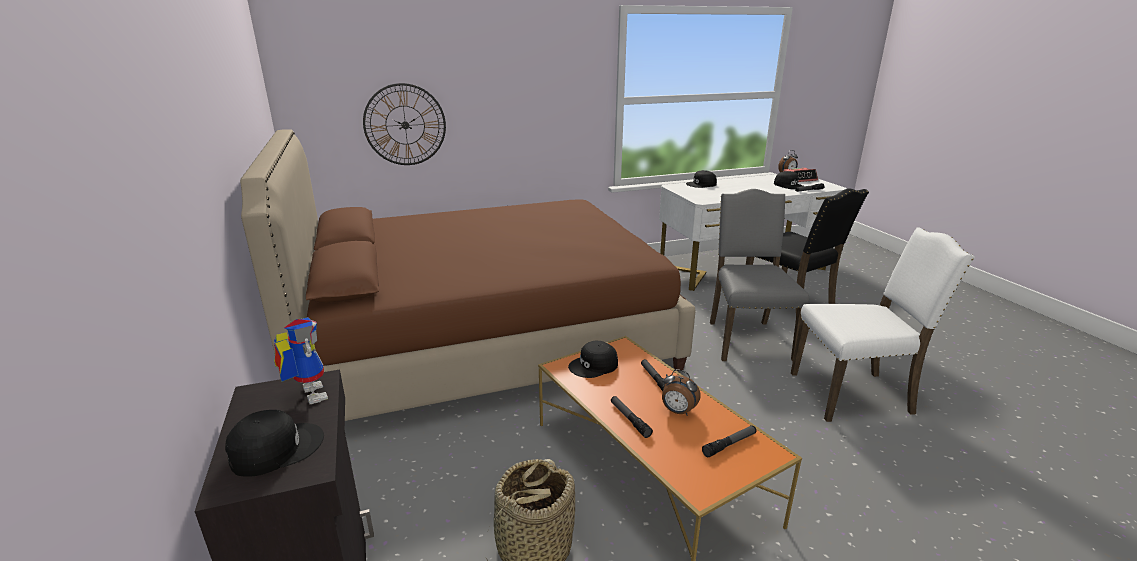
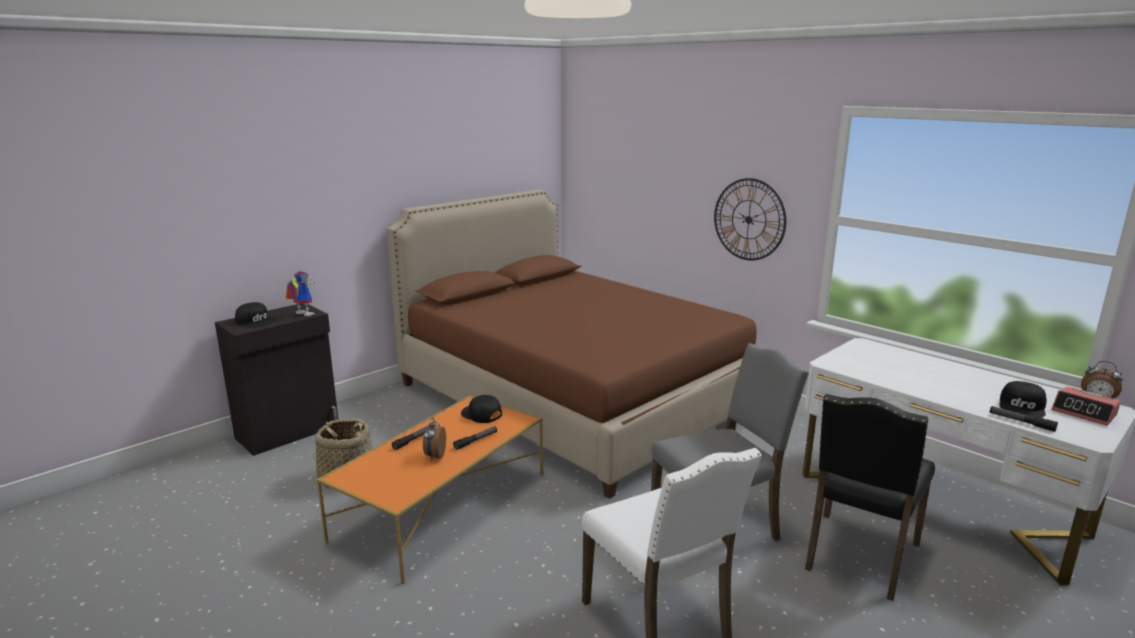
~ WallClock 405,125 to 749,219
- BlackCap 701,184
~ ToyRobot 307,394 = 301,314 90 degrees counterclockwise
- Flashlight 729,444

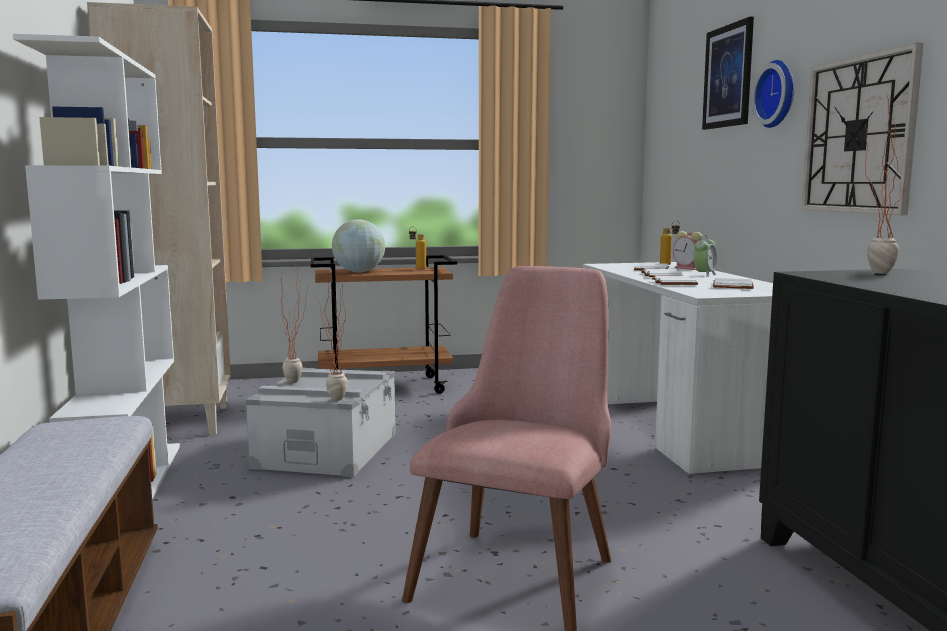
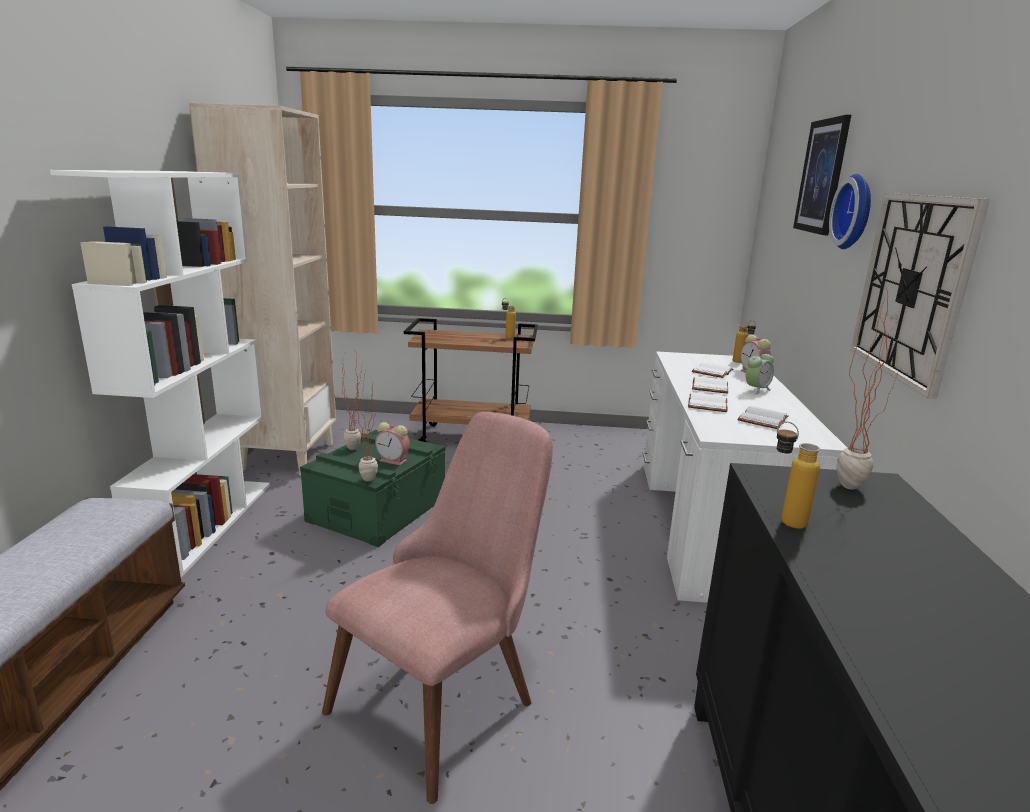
- Globe 359,272
~ GreyStorageBox 327,450 to GreenStorageBox 377,509
+ Bottle 783,519
+ AlarmClock 394,461

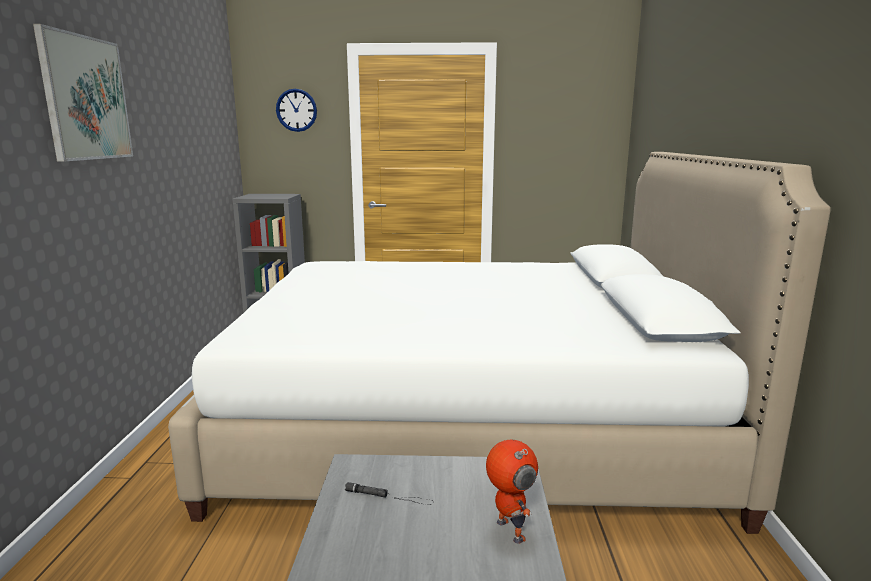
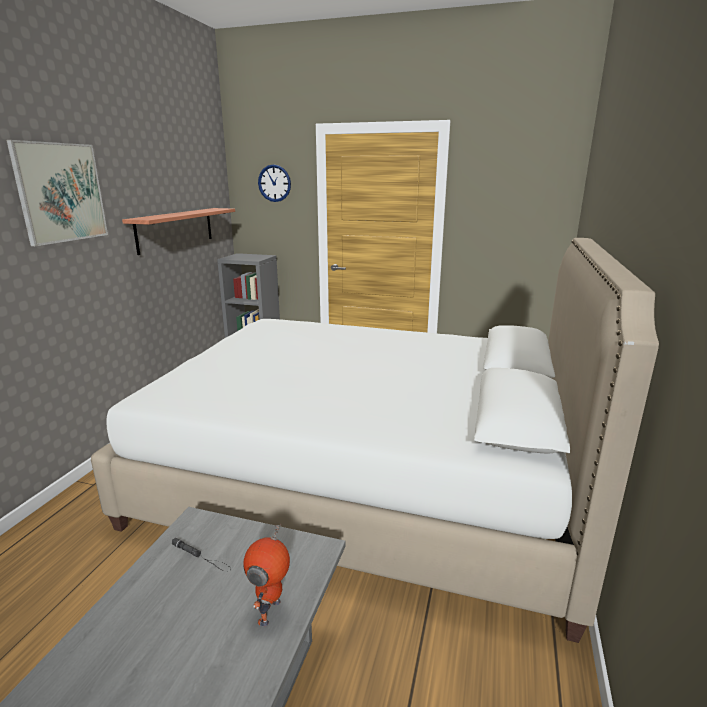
~ ToyRobot 508,531 = 271,612 150 degrees counterclockwise
+ Shelf 176,229

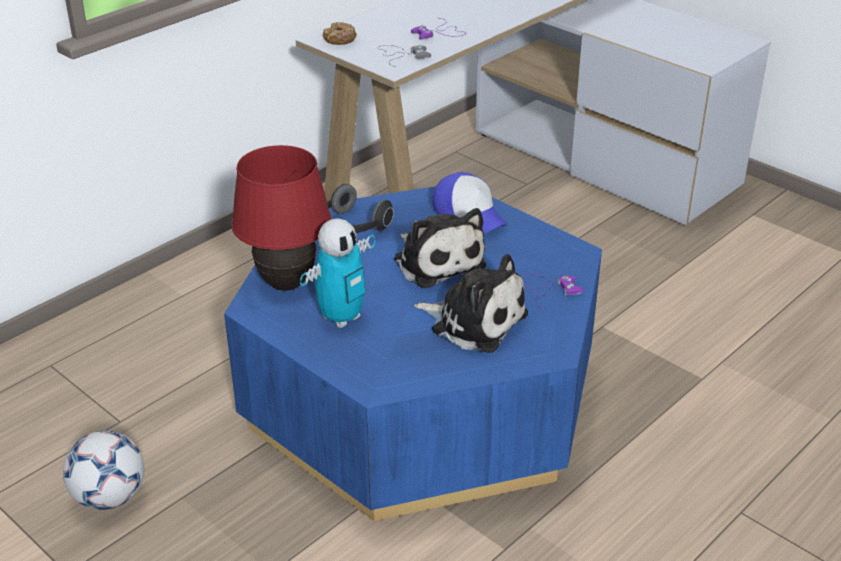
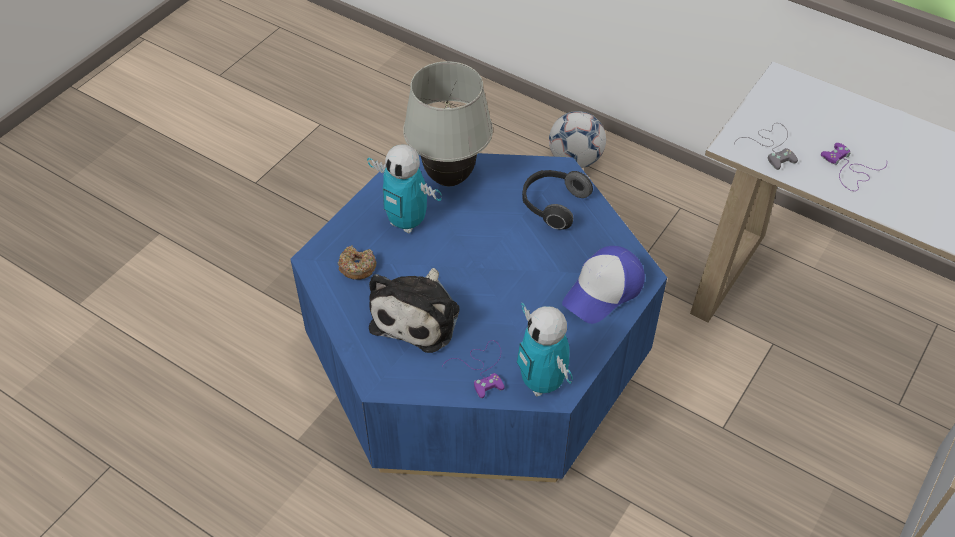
~ Donut 340,39 to 357,267
~ RedTableLamp 286,284 to WhiteTableLamp 448,178
- PlushToy 437,261
~ Football 110,497 to 575,160
+ ToyRobot 542,383

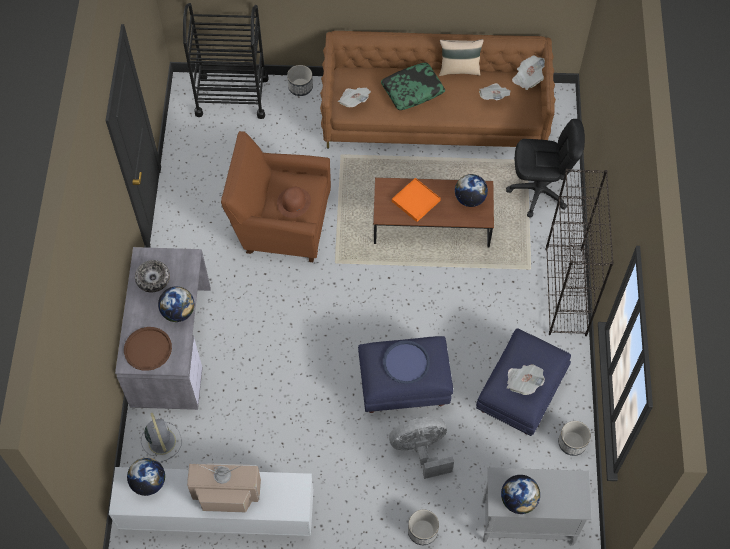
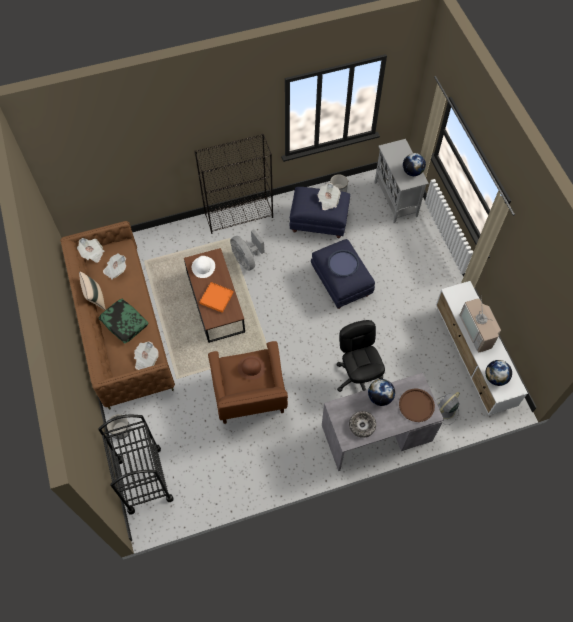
~ BlackOfficeChair 538,192 to 357,377
~ Globe 469,199 to WhiteHat 203,267
~ GreyFan 421,450 to 246,259
- Planter 422,531

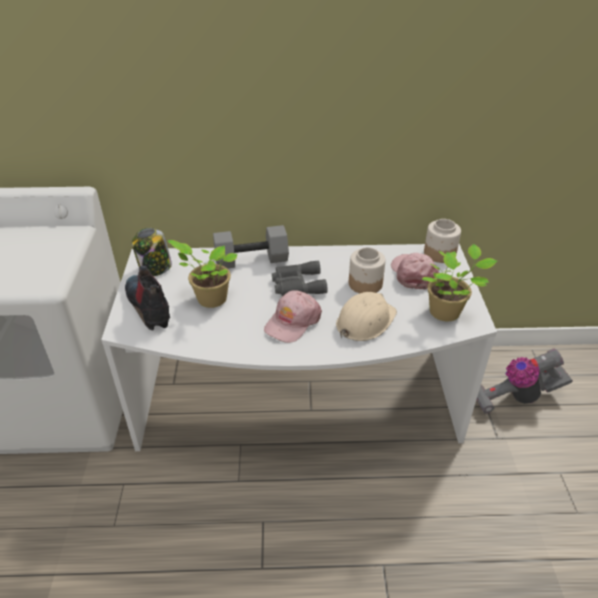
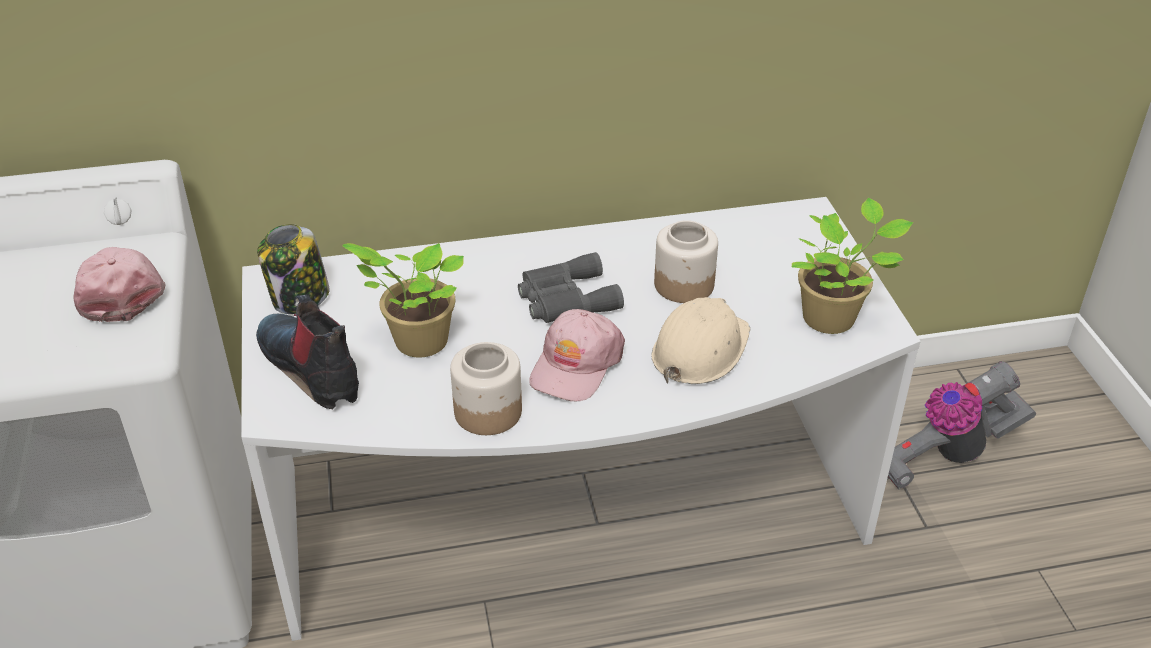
~ Jar 439,253 to 487,412
- GreyDumbbell 251,261
~ PinkCap 413,274 to 119,290

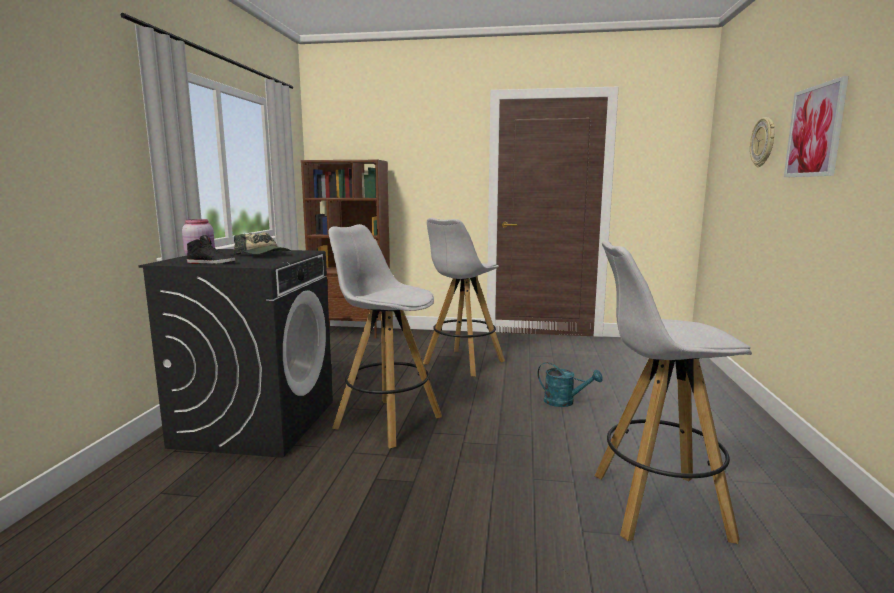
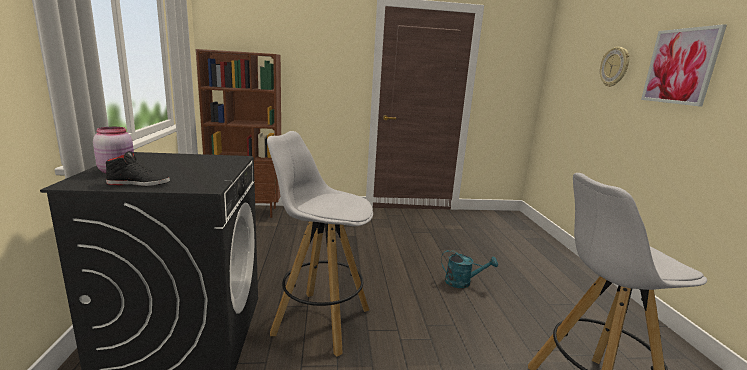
- WhiteStool 463,363
- Cap 263,254

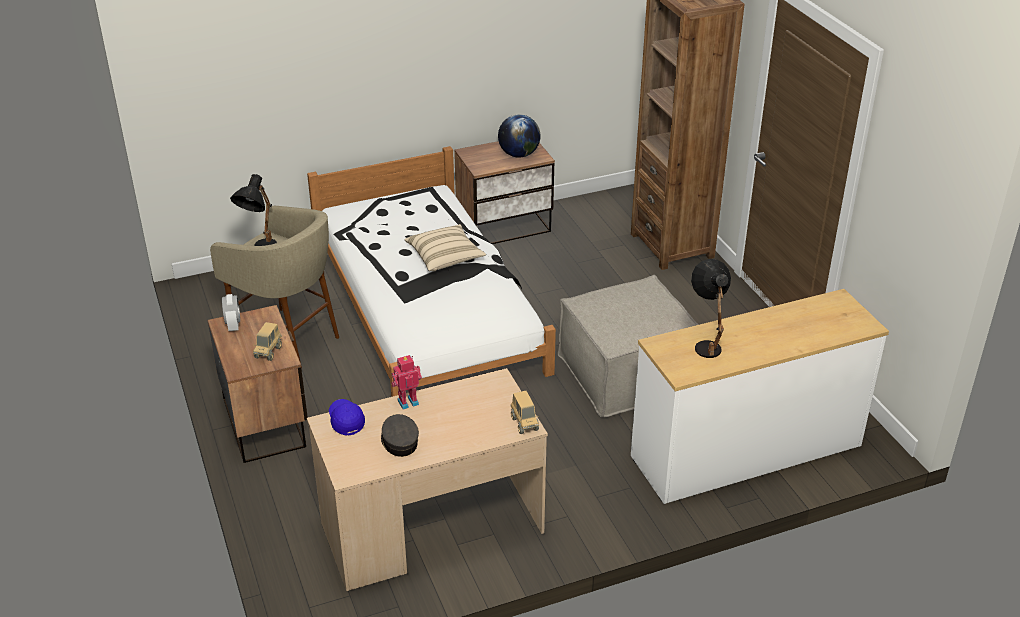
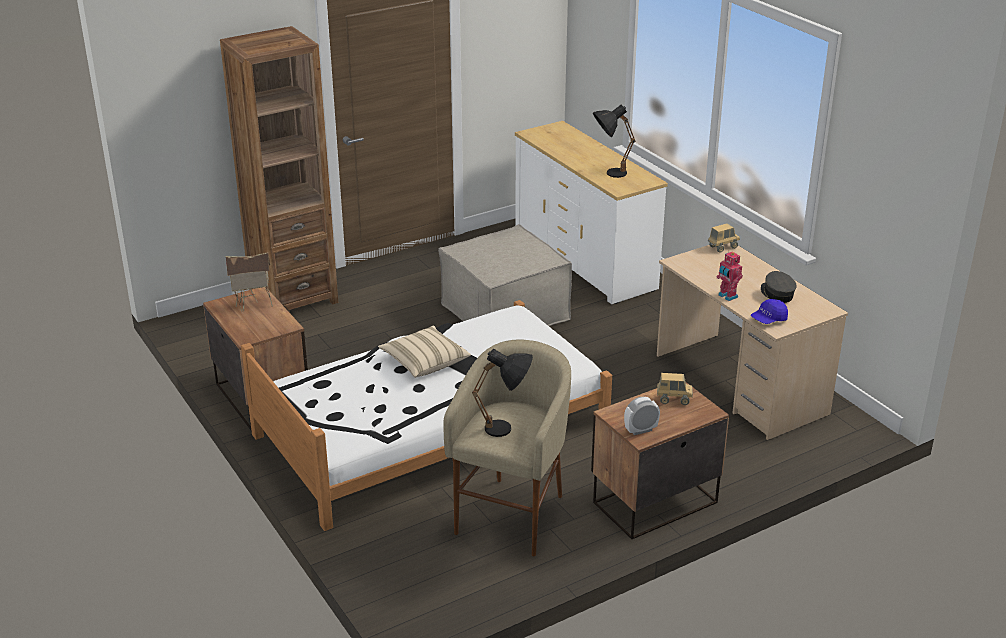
~ Globe 519,154 to ToyHouse 253,306
~ GreyCap 399,441 = 776,293 105 degrees clockwise

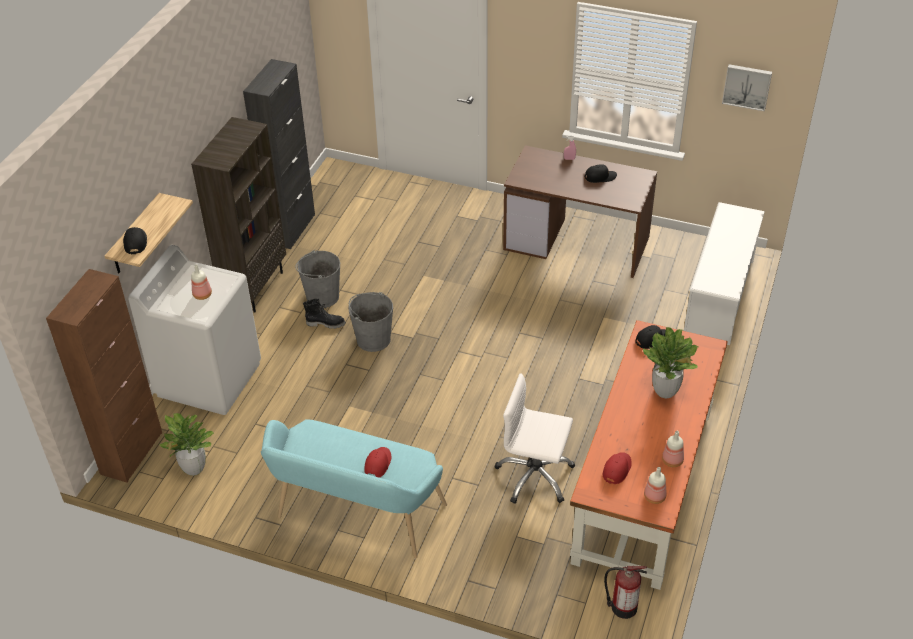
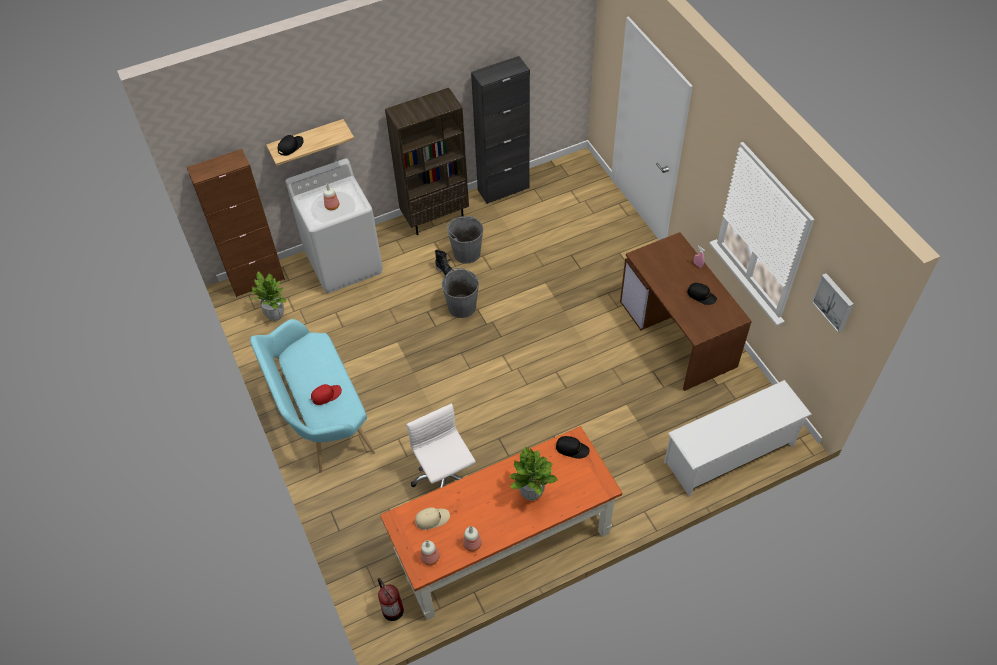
~ RedCap 617,469 to BeigeCap 432,519

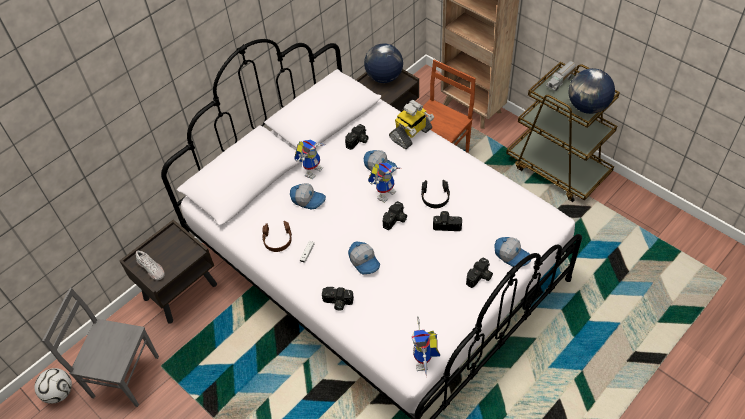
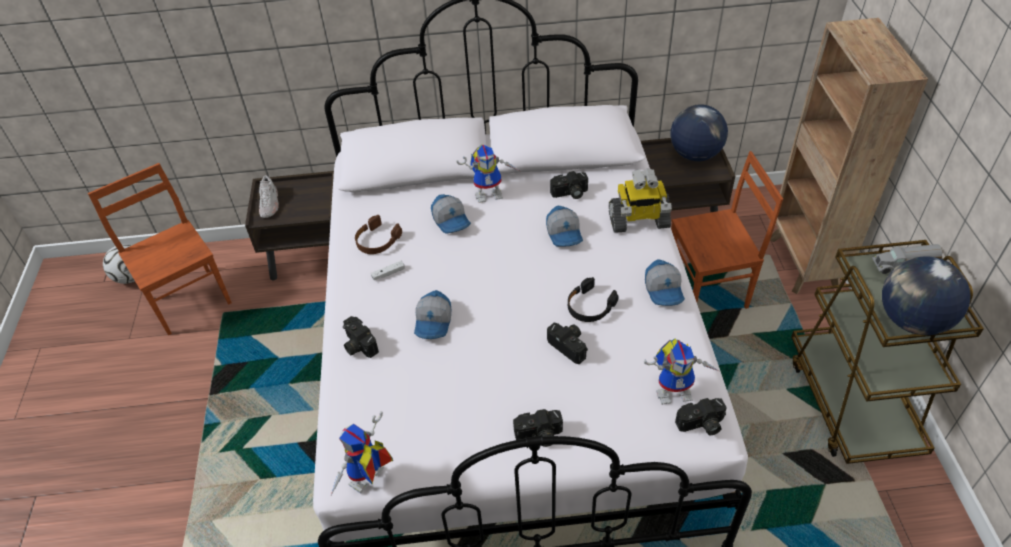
~ ToyRobot 385,192 to 675,391
~ PhotoCamera 396,220 to 701,425
~ Cap 512,255 to 664,290
~ GreyChair 125,375 to BrownChair 189,299

